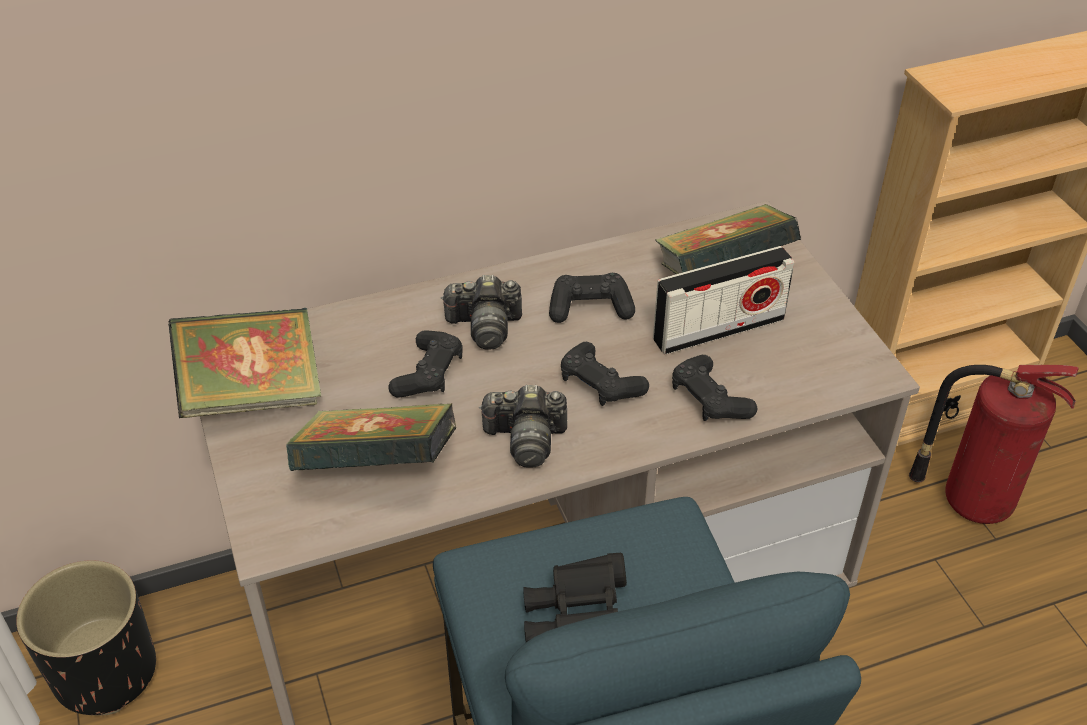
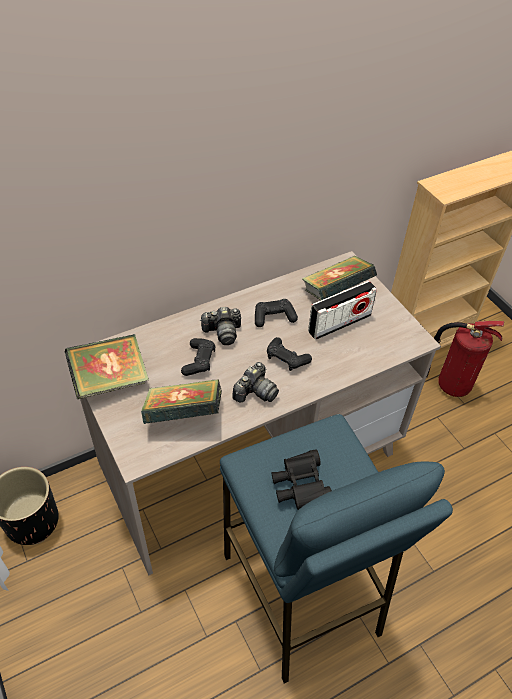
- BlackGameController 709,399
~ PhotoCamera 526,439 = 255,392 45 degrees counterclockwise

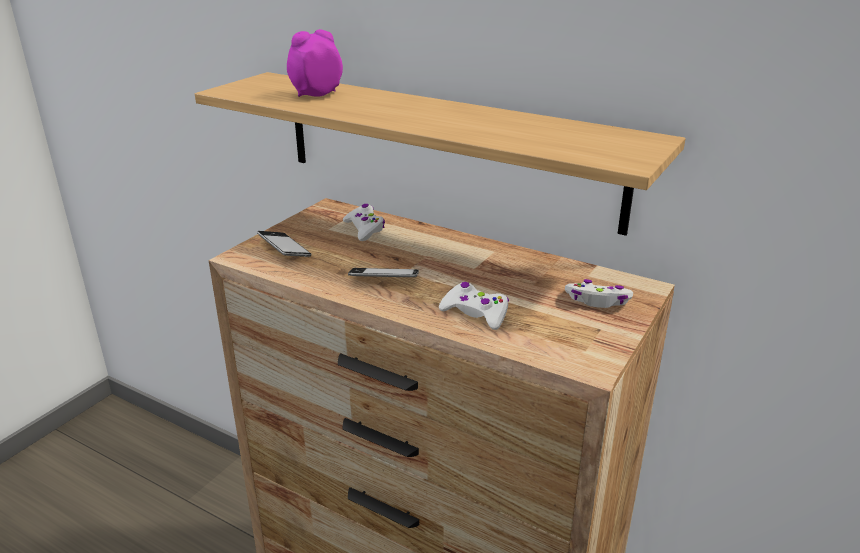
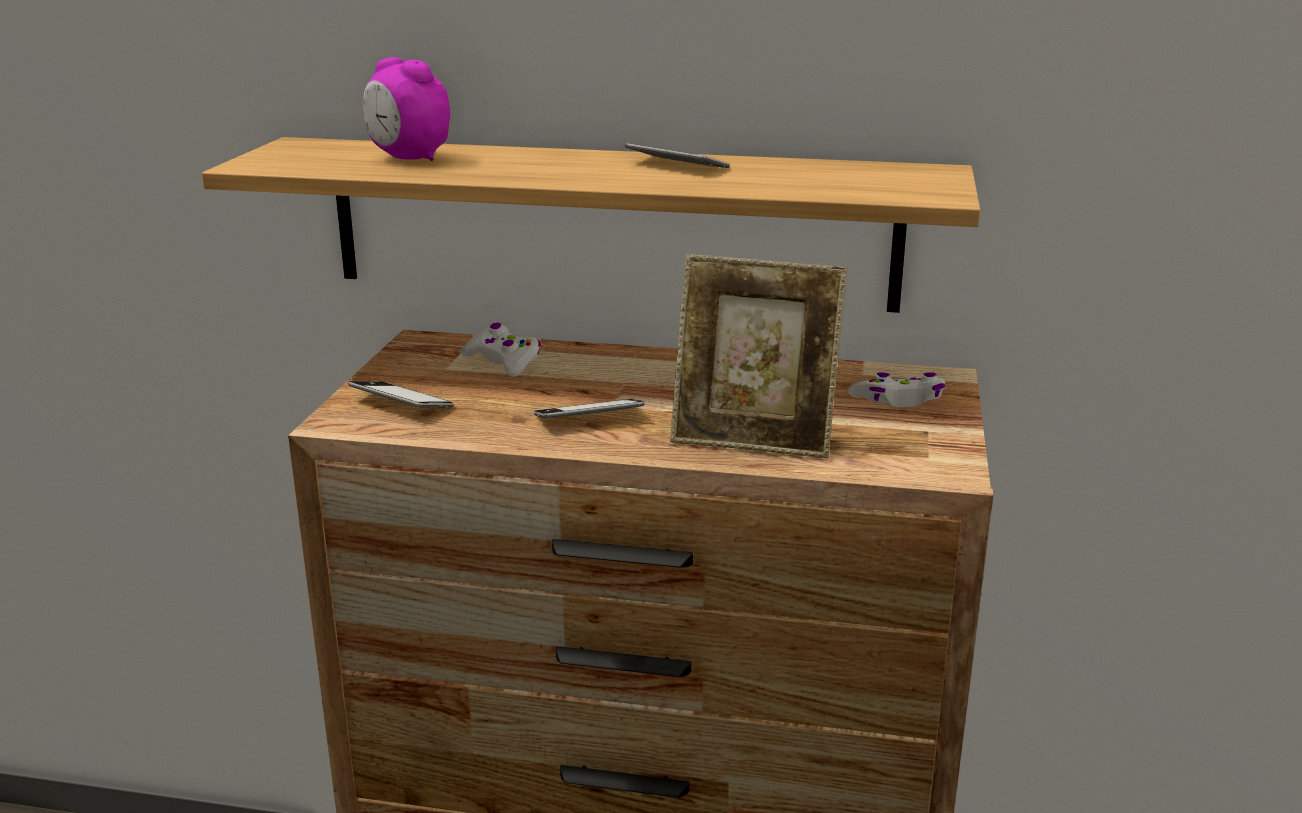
~ AlarmClock 316,94 = 409,158 90 degrees counterclockwise
~ WhiteGameController 475,313 to PictureFrame 754,439
+ Phone 677,165

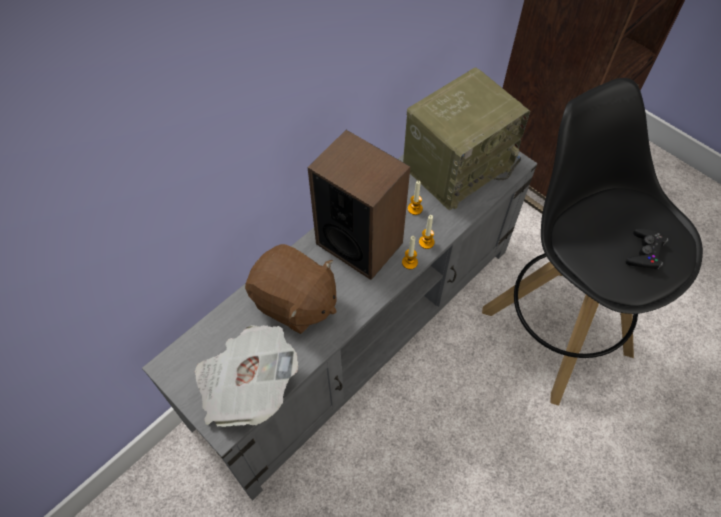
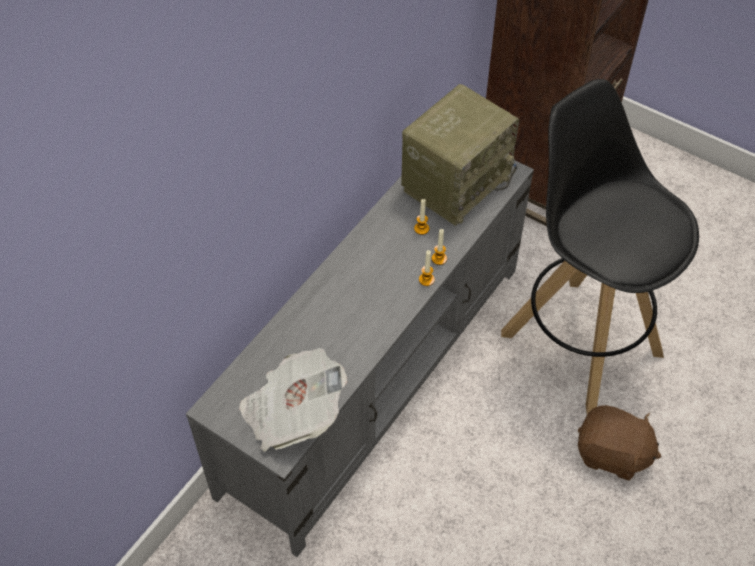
- Speaker 359,243
- BlackGameController 644,252
~ BrownPlushToy 294,302 to 612,454

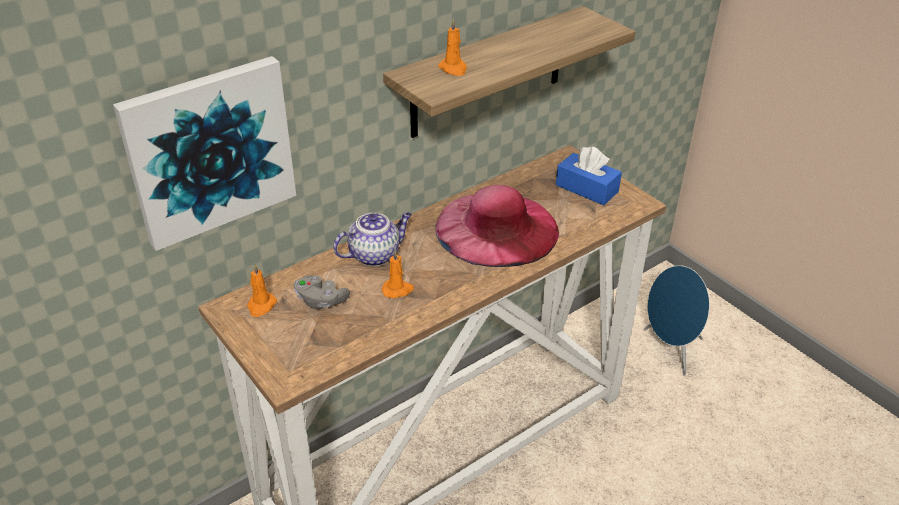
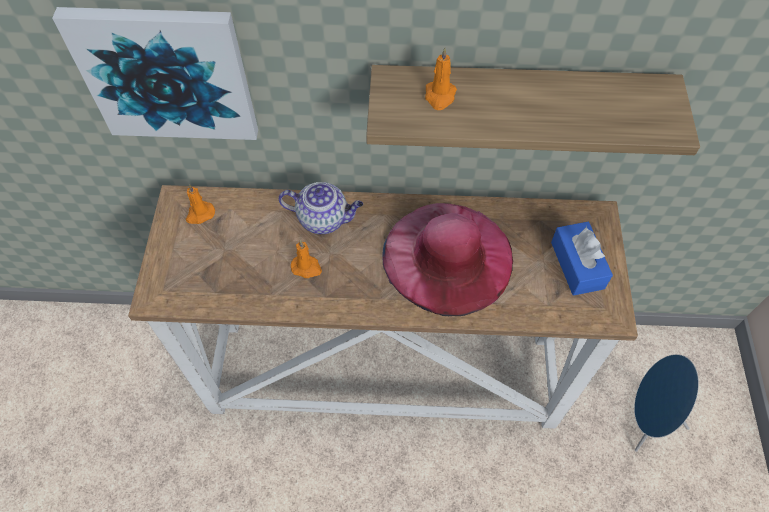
- GreyGameController 321,300

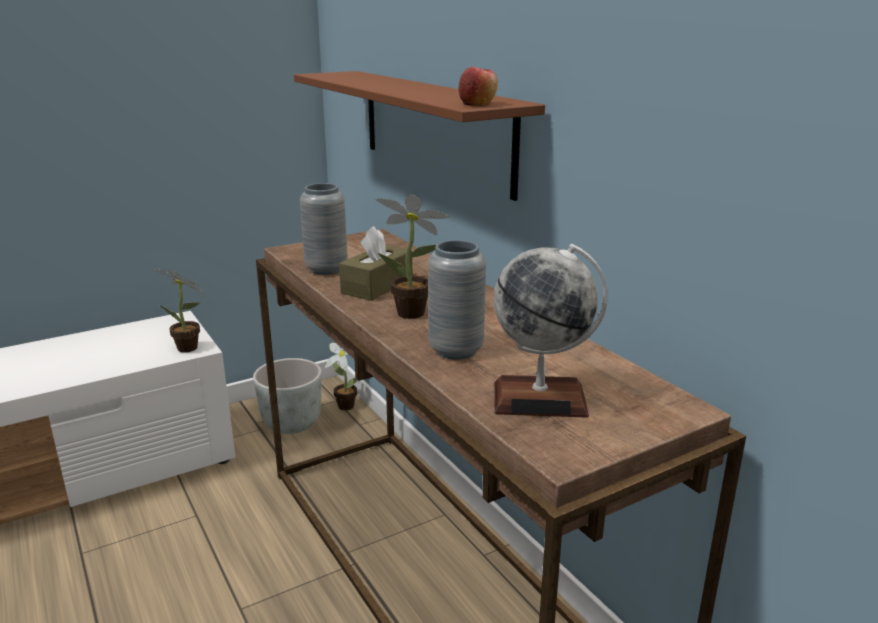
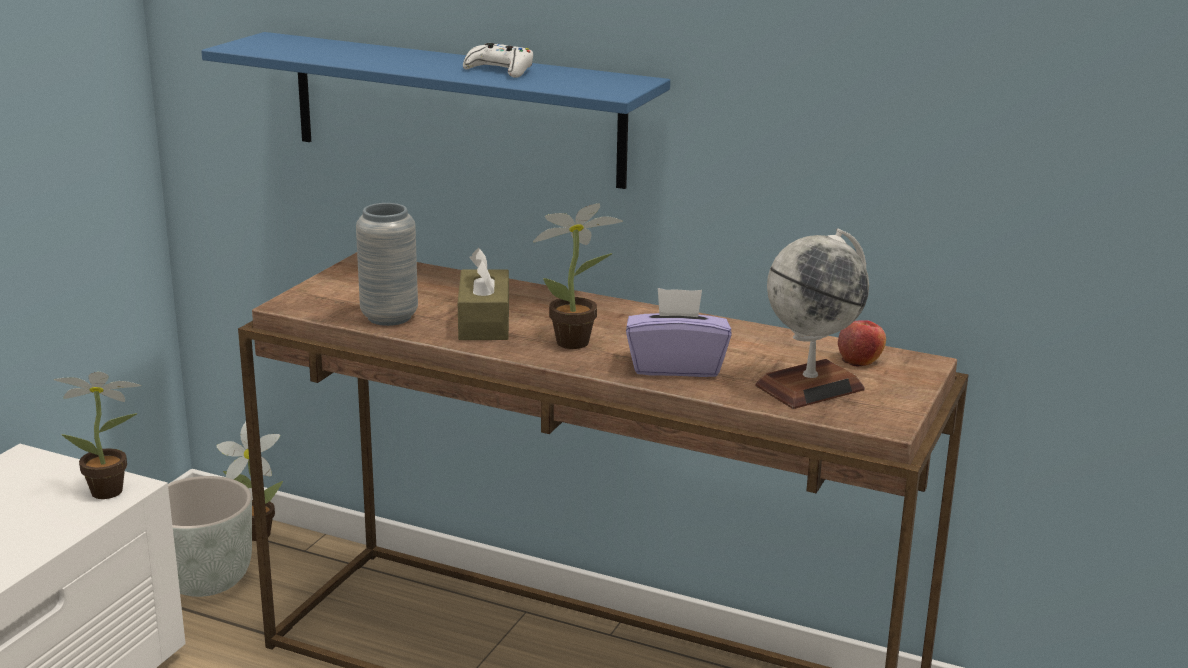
~ Apple 477,104 to 860,360
~ BrownShelf 434,128 to BlueShelf 456,109
~ GreyVase 456,350 to PurpleTissueBox 676,366
+ WhiteGameController 500,70

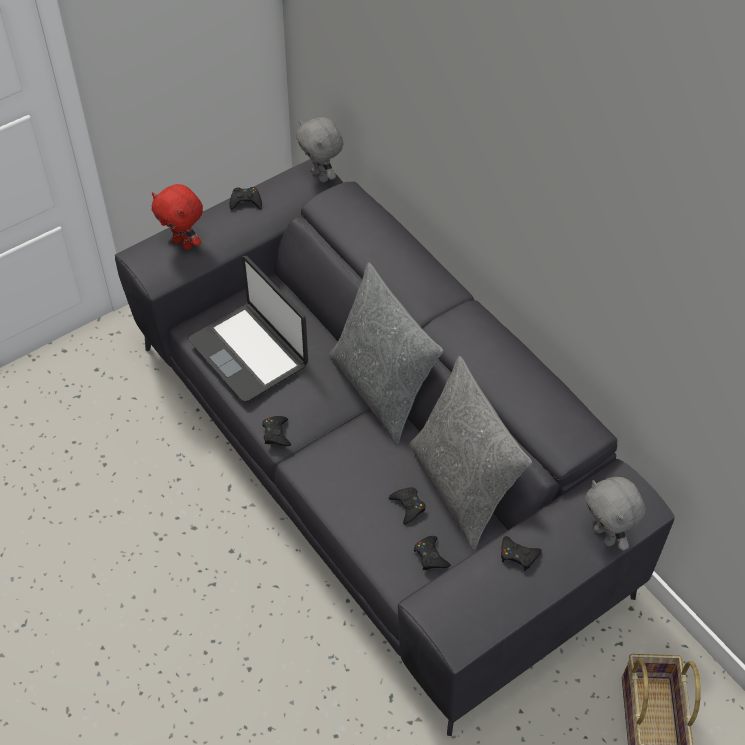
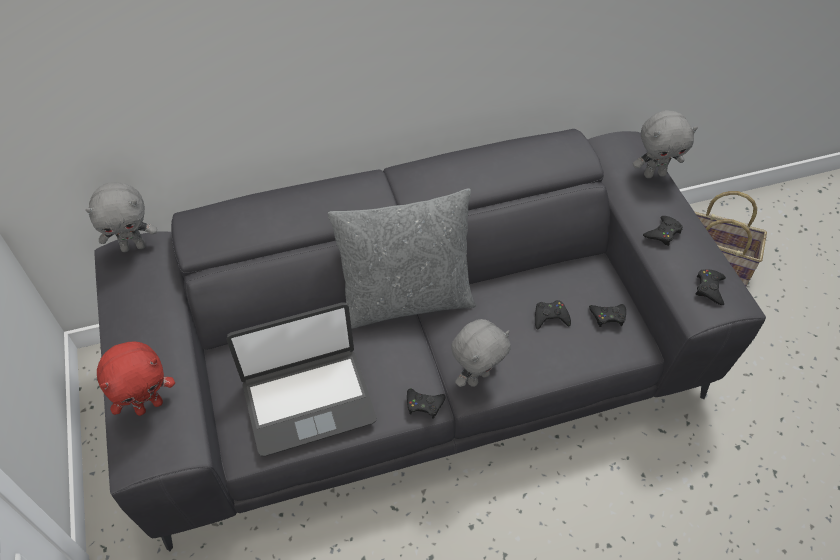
~ BlackGameController 245,201 to 709,288
- GreyPillow 462,487
+ GreyPlushToy 477,377

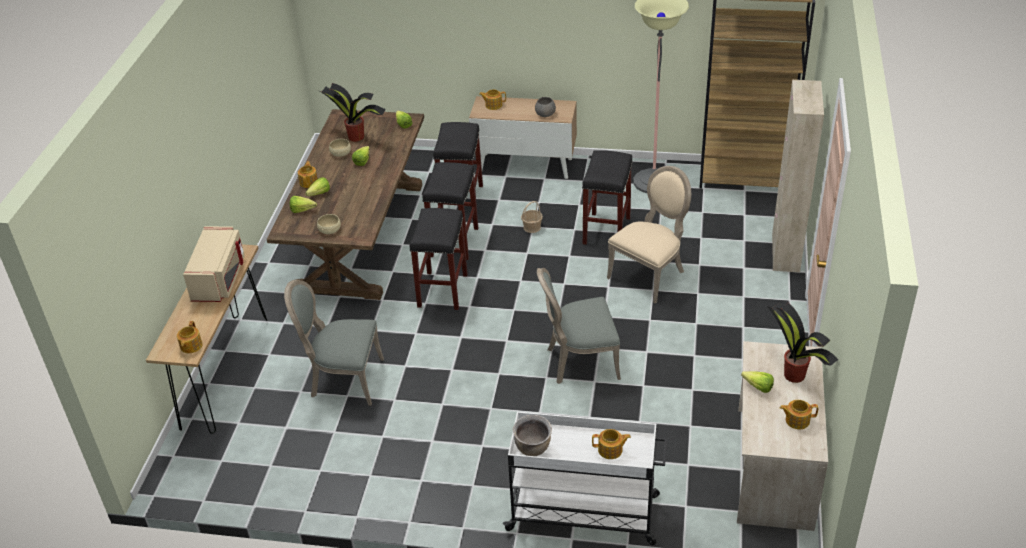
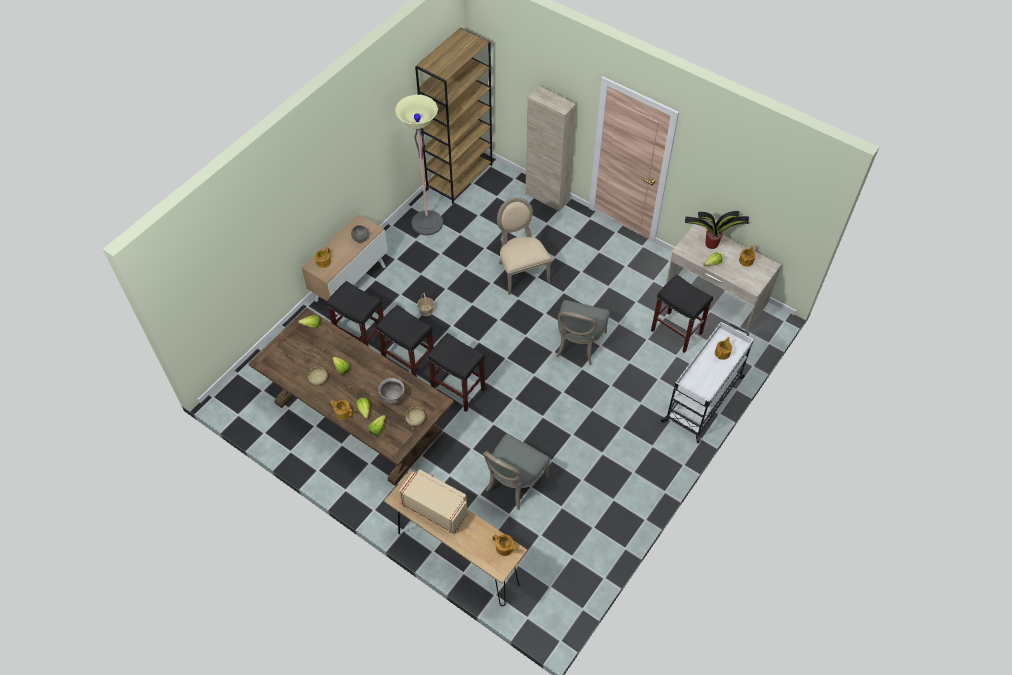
- PottedPlant 357,137
~ BlackStool 606,230 to 675,332
~ BrownCookingPot 533,448 to 393,398

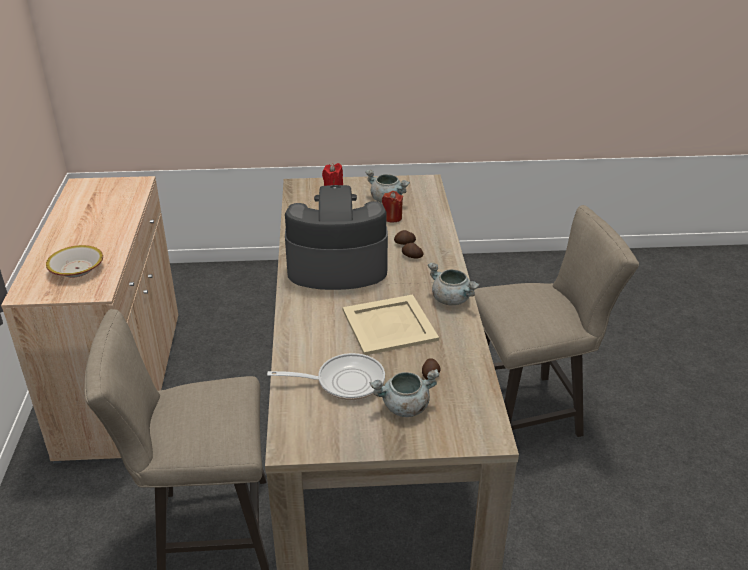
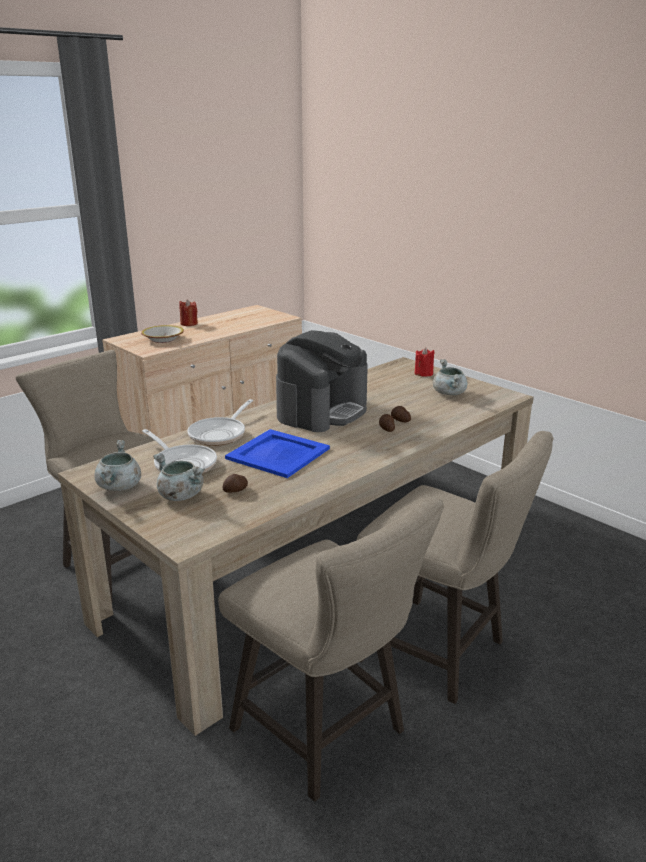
~ CoffeeMachine 336,266 = 322,411 75 degrees clockwise
~ RedCandle 392,217 to 189,324
~ GreyCookingPot 452,299 to 120,487
~ BeigeTray 390,324 to BlueTray 279,453
+ FryingPan 220,434
+ BeigeStool 327,735

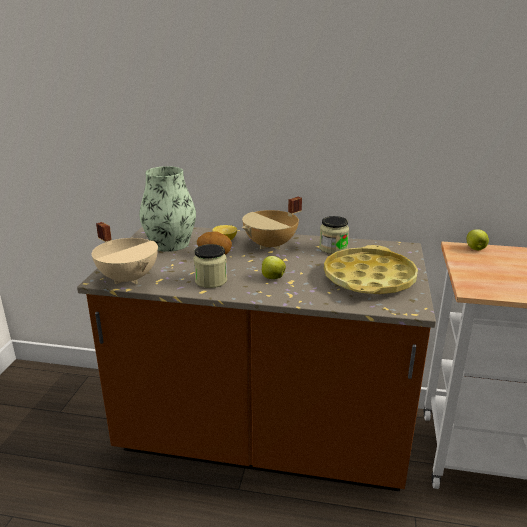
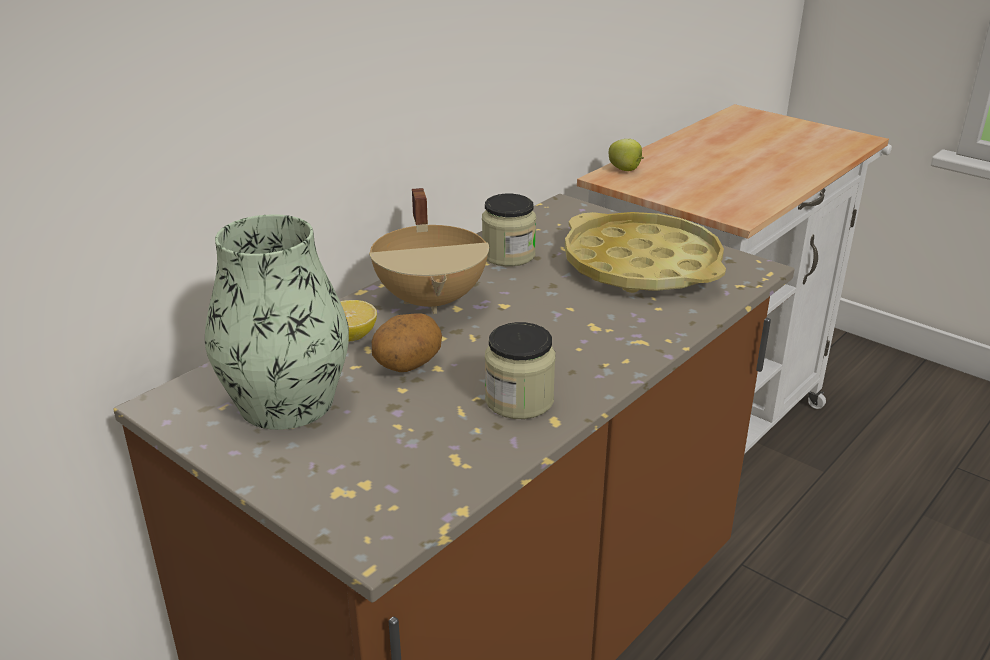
- BeigeCookingPot 129,278
- Apple 272,278

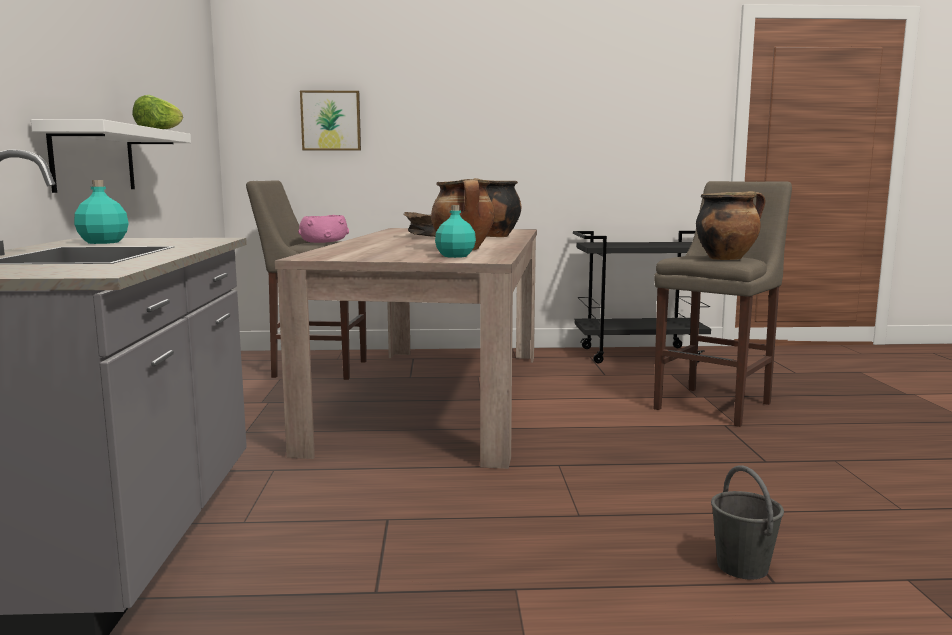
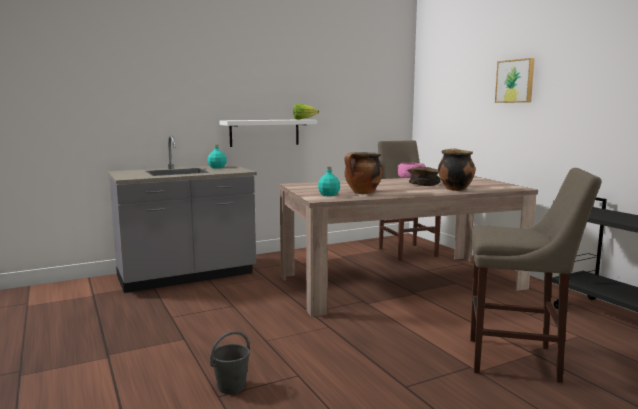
~ Picture 331,121 to 515,81
- CookingPot 726,258

